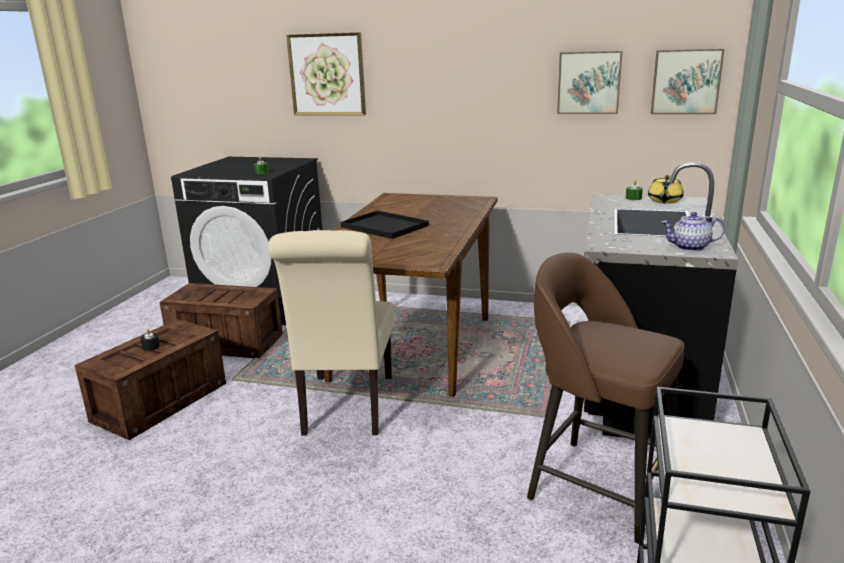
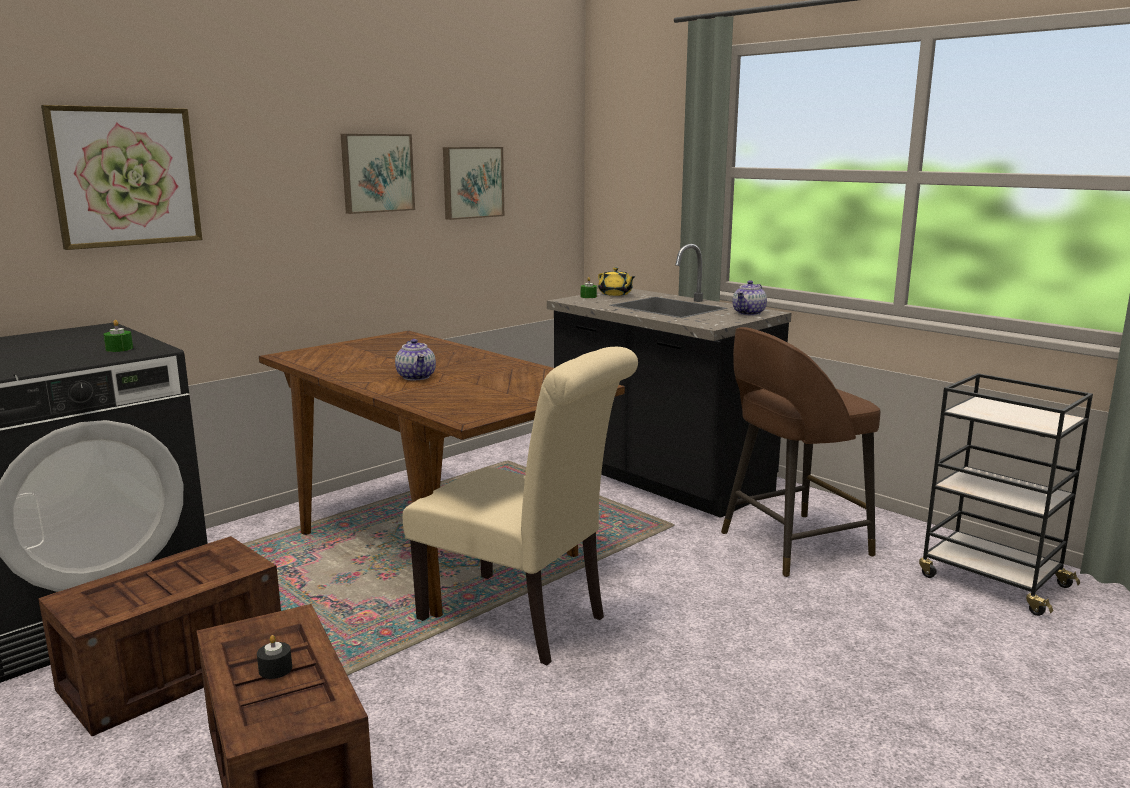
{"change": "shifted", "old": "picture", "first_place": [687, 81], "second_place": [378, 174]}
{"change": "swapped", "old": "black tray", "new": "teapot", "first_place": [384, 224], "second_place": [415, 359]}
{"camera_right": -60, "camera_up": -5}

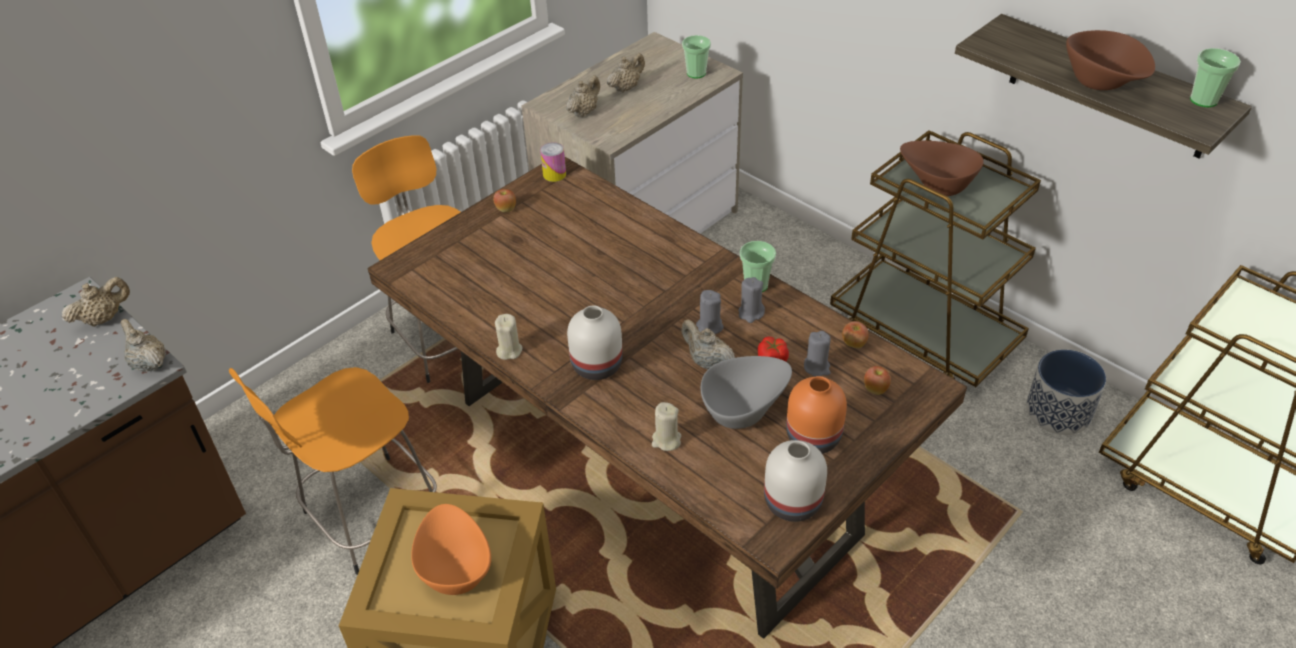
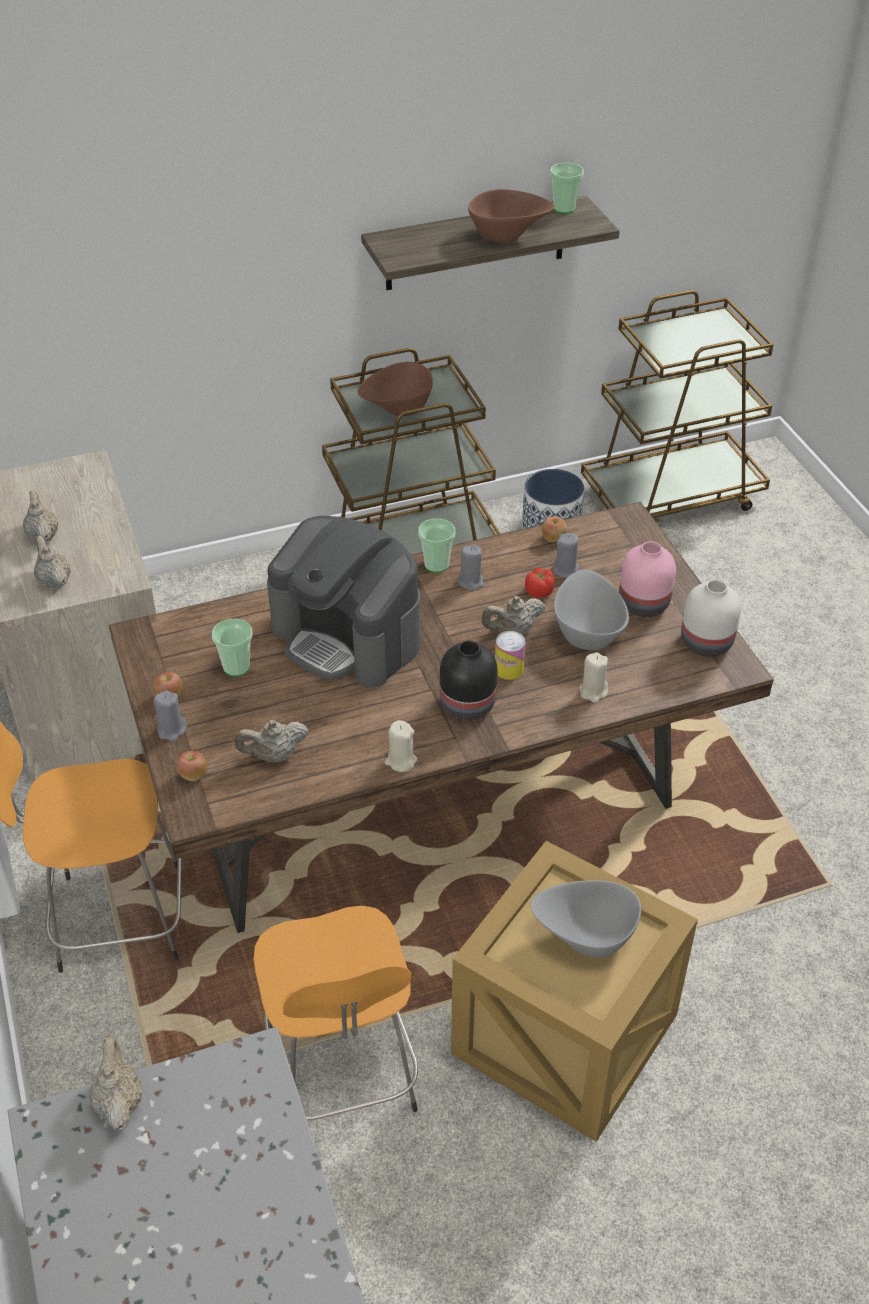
{"change": "shifted", "old": "grey candle", "first_place": [709, 312], "second_place": [170, 716]}
{"change": "shifted", "old": "apple", "first_place": [877, 380], "second_place": [192, 766]}
{"change": "shifted", "old": "cup", "first_place": [696, 57], "second_place": [232, 648]}
{"change": "shifted", "old": "beige teapot", "first_place": [143, 345], "second_place": [271, 741]}
{"change": "new", "new": "coffee machine", "second_place": [344, 601]}
{"change": "repainted", "old": "white vase", "new": "black vase", "first_place": [595, 342], "second_place": [468, 680]}
{"change": "shifted", "old": "can", "first_place": [553, 162], "second_place": [510, 655]}
{"change": "repainted", "old": "orange bowl", "new": "grey bowl", "first_place": [451, 549], "second_place": [586, 919]}
{"change": "repainted", "old": "orange vase", "new": "pink vase", "first_place": [816, 415], "second_place": [647, 579]}
{"camera_right": -65, "camera_up": 0}

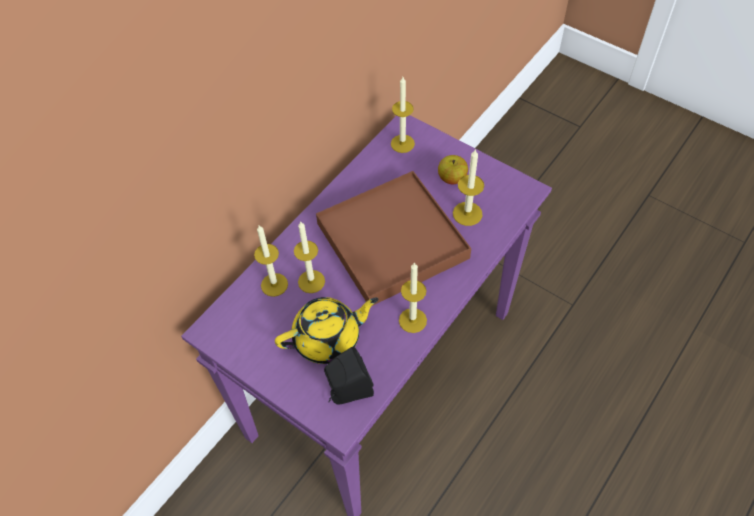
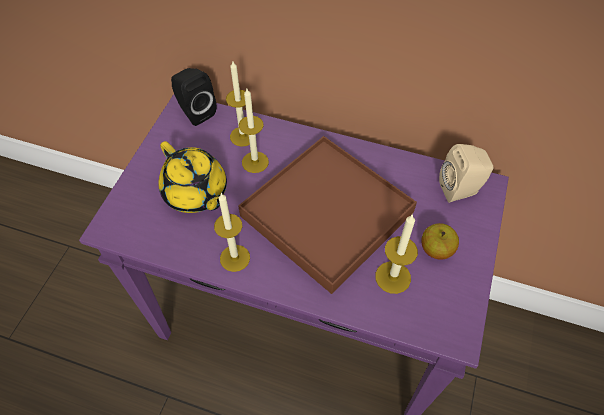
{"change": "shifted", "old": "black speaker", "first_place": [349, 376], "second_place": [193, 97]}
{"change": "swapped", "old": "candle", "new": "beige speaker", "first_place": [403, 115], "second_place": [466, 173]}
{"camera_right": 70, "camera_up": 0}

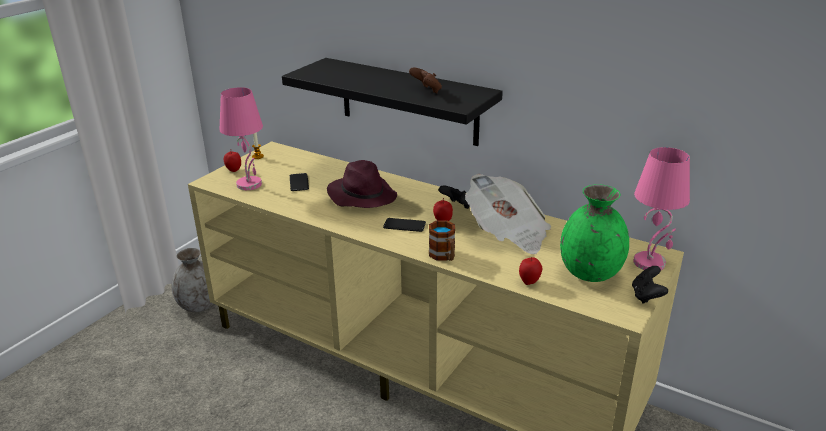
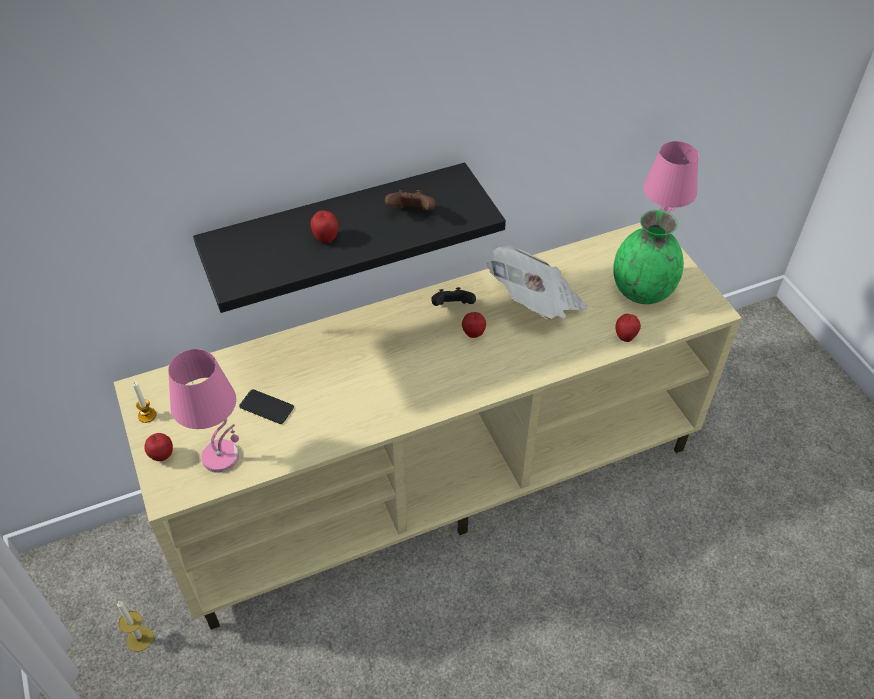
{"change": "swapped", "old": "grey vase", "new": "candle", "first_place": [192, 280], "second_place": [135, 626]}
{"change": "new", "new": "apple", "second_place": [324, 227]}
{"change": "gone", "old": "purple hat", "first_place": [362, 184]}
{"change": "gone", "old": "phone", "first_place": [404, 225]}
{"change": "gone", "old": "mug", "first_place": [442, 240]}
{"change": "gone", "old": "black game controller", "first_place": [650, 284]}
{"camera_right": -55, "camera_up": 20}

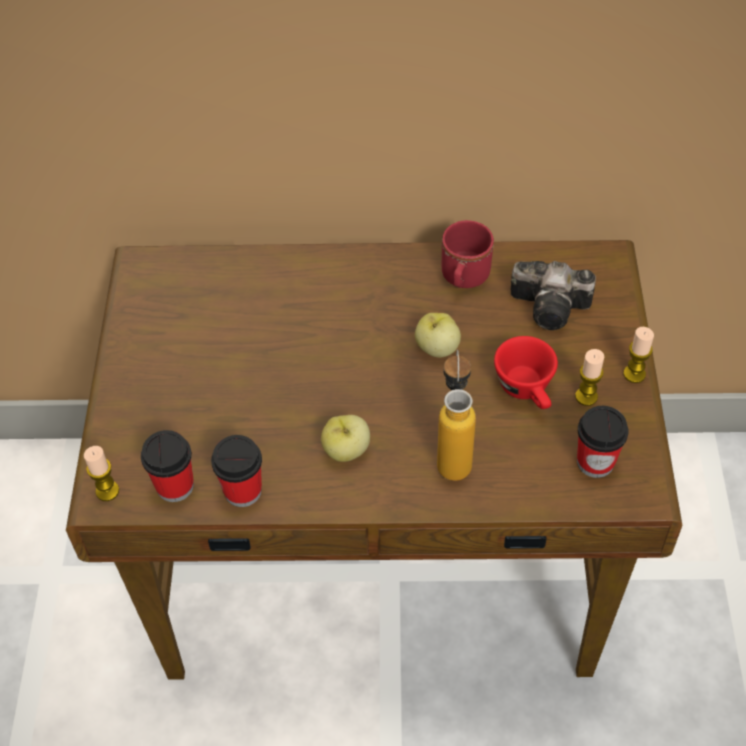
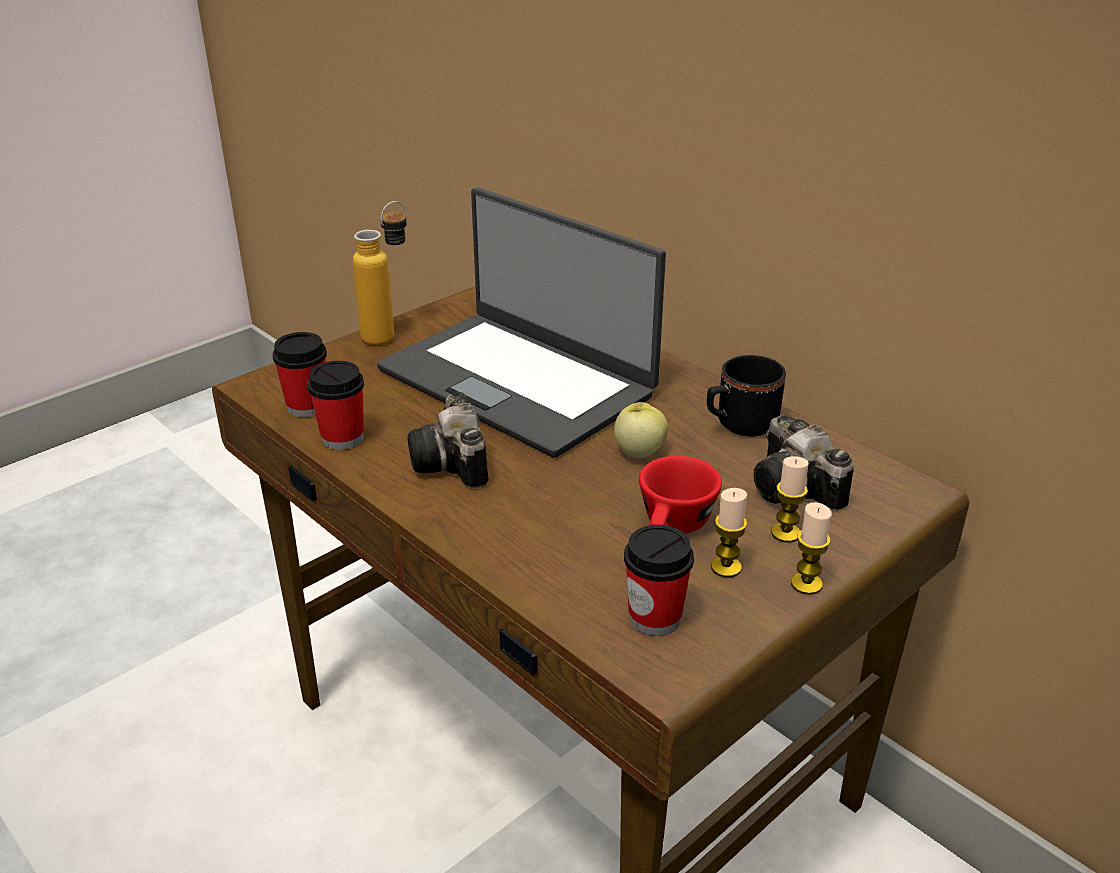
{"change": "shifted", "old": "bottle", "first_place": [456, 415], "second_place": [379, 273]}
{"change": "new", "new": "laptop", "second_place": [521, 322]}
{"change": "swapped", "old": "apple", "new": "photo camera", "first_place": [345, 438], "second_place": [448, 440]}
{"change": "repainted", "old": "red mug", "new": "black mug", "first_place": [468, 254], "second_place": [746, 395]}
{"change": "shifted", "old": "candle", "first_place": [101, 473], "second_place": [790, 499]}
{"camera_right": 45, "camera_up": -20}

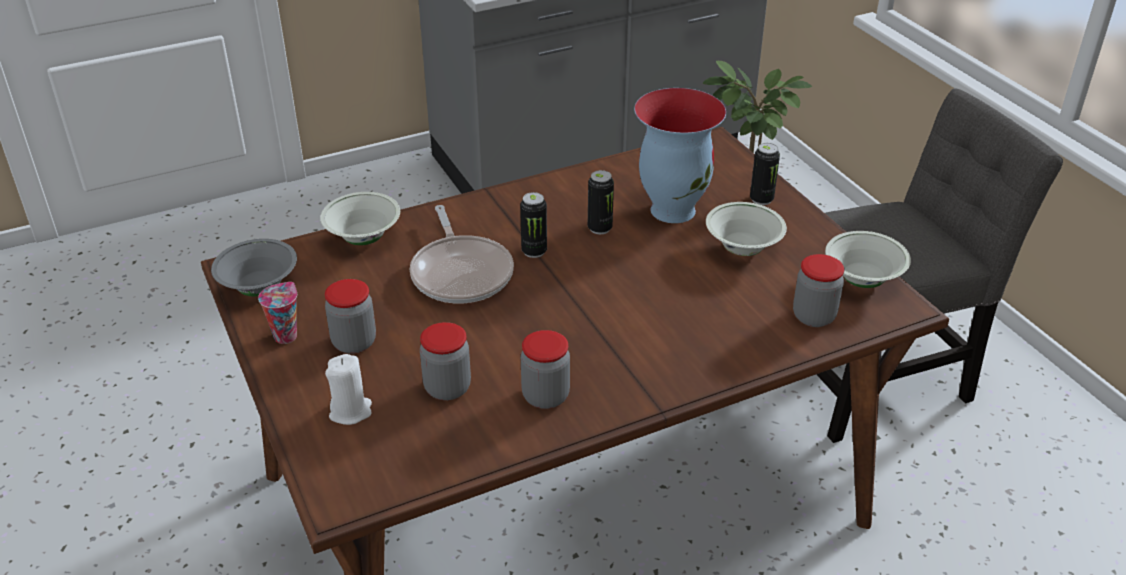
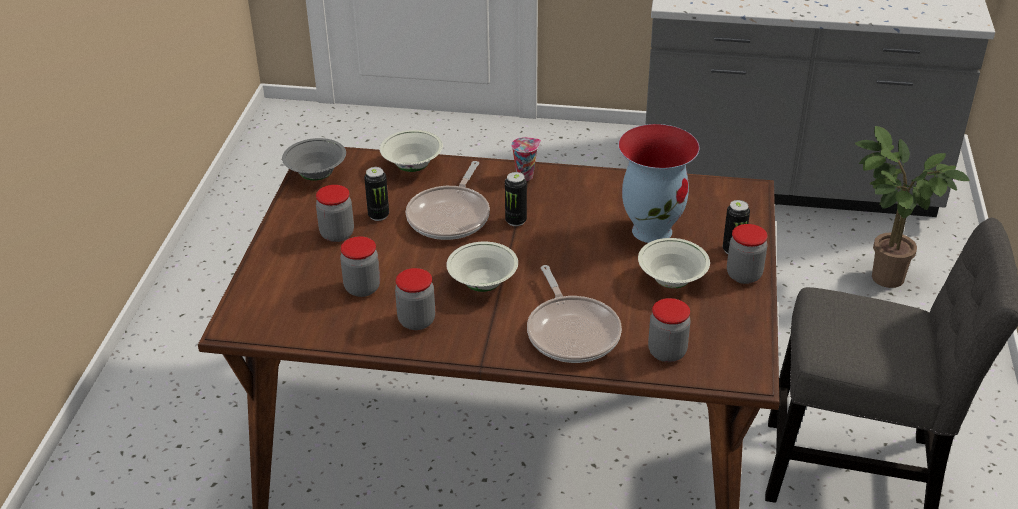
{"change": "shifted", "old": "can", "first_place": [601, 202], "second_place": [376, 194]}
{"change": "shifted", "old": "white bowl", "first_place": [868, 259], "second_place": [482, 267]}
{"change": "shifted", "old": "cup", "first_place": [277, 313], "second_place": [526, 159]}
{"change": "new", "new": "frying pan", "second_place": [574, 314]}
{"change": "new", "new": "jar", "second_place": [747, 254]}
{"change": "gone", "old": "white candle", "first_place": [348, 389]}
{"camera_right": 35, "camera_up": 0}

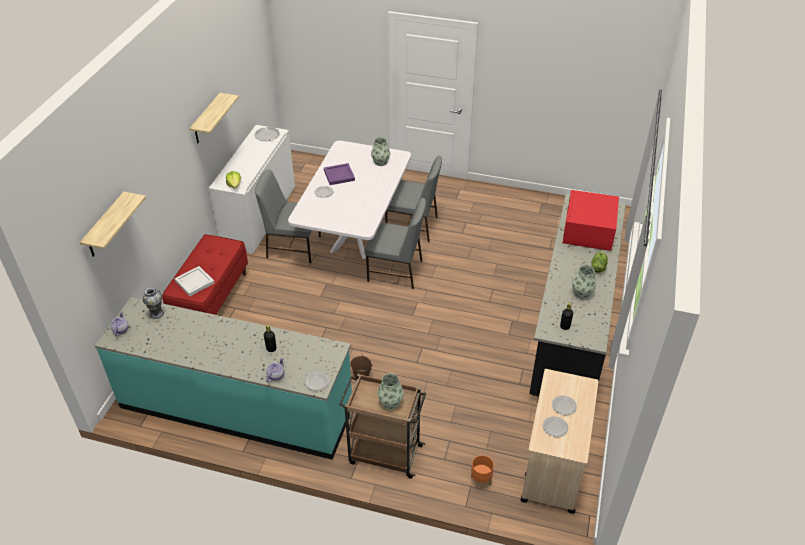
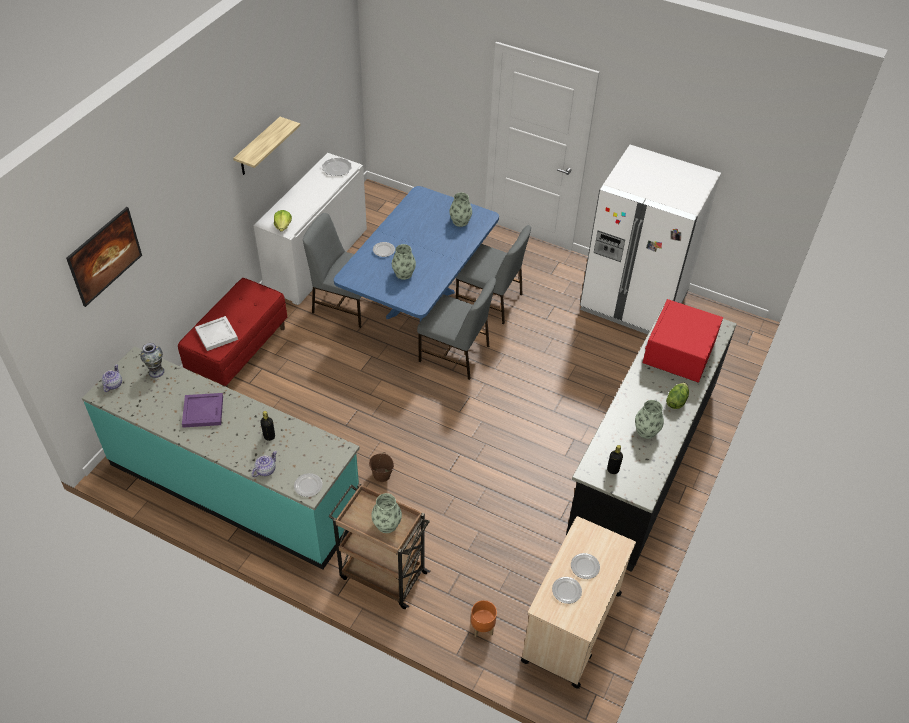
{"change": "swapped", "old": "shelf", "new": "picture", "first_place": [113, 224], "second_place": [104, 257]}
{"change": "shifted", "old": "purple tray", "first_place": [339, 174], "second_place": [202, 410]}
{"change": "repainted", "old": "white dining table", "new": "blue dining table", "first_place": [349, 200], "second_place": [416, 254]}
{"change": "new", "new": "vase", "second_place": [404, 262]}
{"change": "new", "new": "white fridge", "second_place": [650, 240]}
{"camera_right": 10, "camera_up": 5}

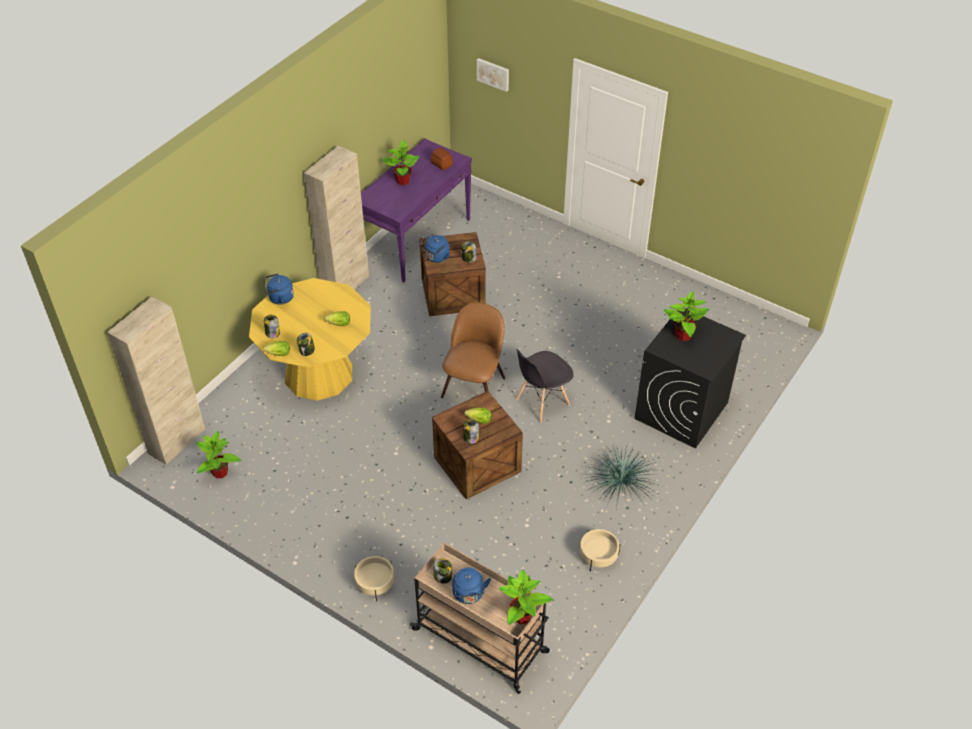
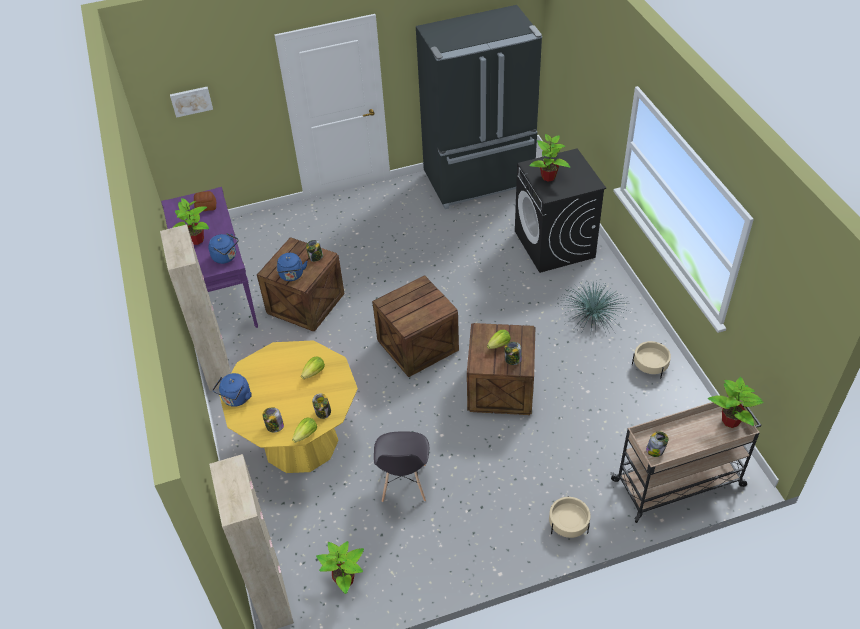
{"change": "shifted", "old": "blue kettle", "first_place": [471, 585], "second_place": [223, 248]}
{"change": "swapped", "old": "brown chair", "new": "crate", "first_place": [473, 350], "second_place": [415, 326]}
{"change": "shifted", "old": "grey chair", "first_place": [544, 386], "second_place": [401, 466]}
{"change": "new", "new": "black fridge", "second_place": [479, 107]}
{"camera_right": -50, "camera_up": 0}

